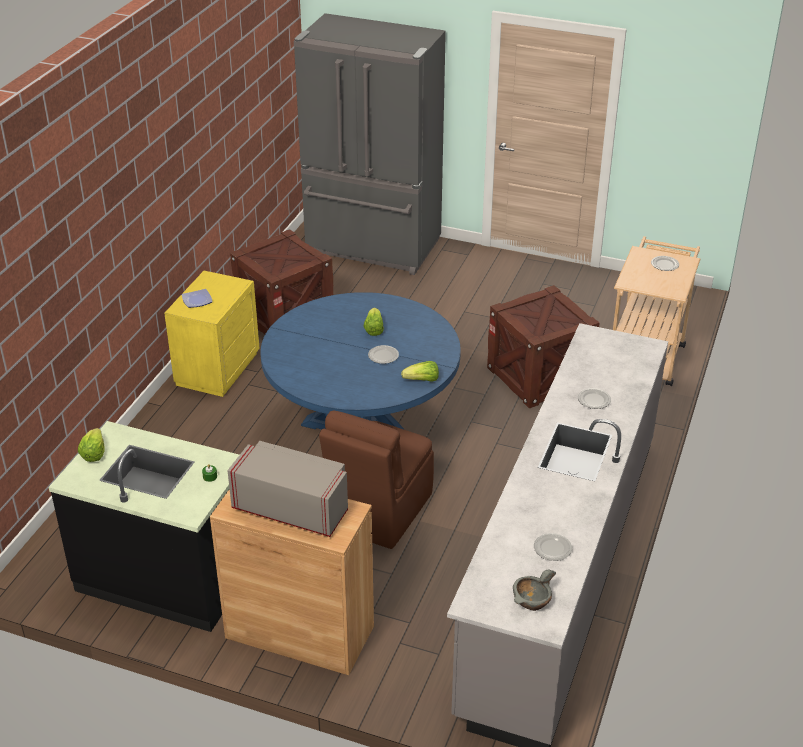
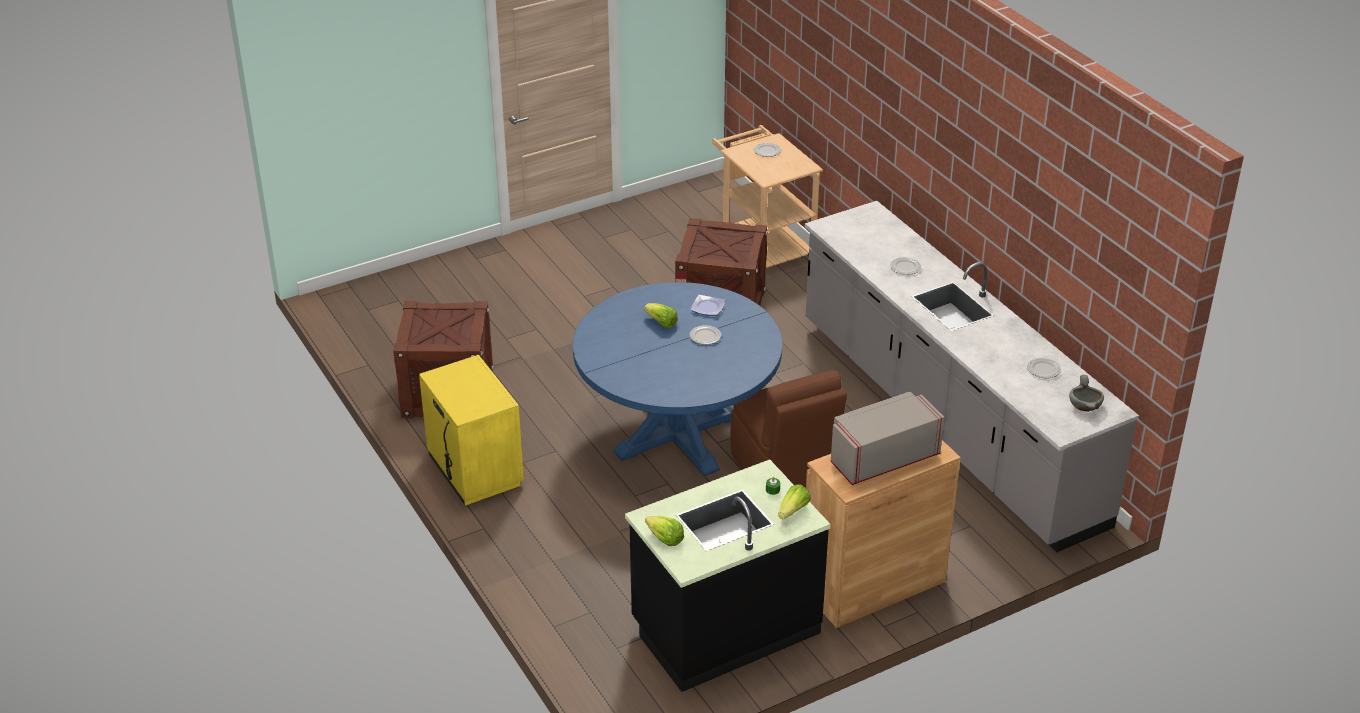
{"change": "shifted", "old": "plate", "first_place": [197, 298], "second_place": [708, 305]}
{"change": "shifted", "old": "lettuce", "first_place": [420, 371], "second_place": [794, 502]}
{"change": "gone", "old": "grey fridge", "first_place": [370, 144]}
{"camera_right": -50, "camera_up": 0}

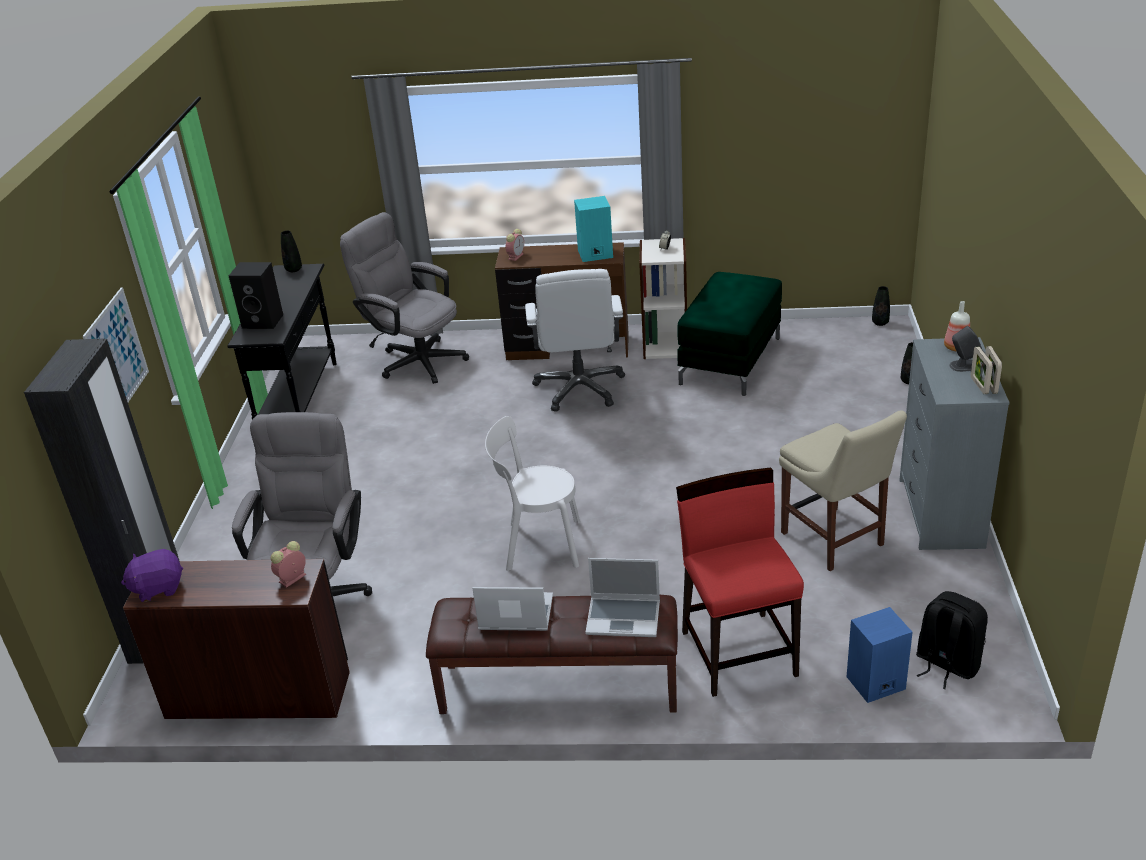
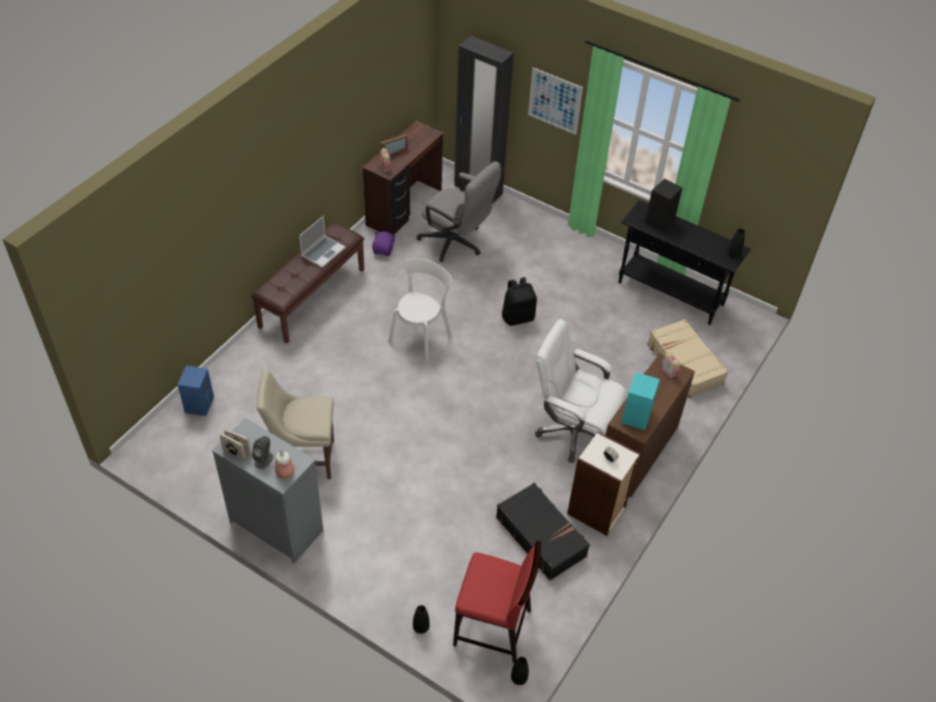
{"change": "shifted", "old": "purple plush toy", "first_place": [152, 575], "second_place": [384, 243]}
{"change": "new", "new": "picture frame", "second_place": [394, 145]}
{"change": "shifted", "old": "red chair", "first_place": [740, 582], "second_place": [497, 602]}
{"change": "swapped", "old": "green ottoman", "new": "black suitcase", "first_place": [729, 334], "second_place": [543, 532]}
{"change": "shifted", "old": "black backpack", "first_place": [952, 640], "second_place": [519, 301]}
{"change": "swapped", "old": "grey office chair", "new": "beige suitcase", "first_place": [404, 298], "second_place": [688, 358]}
{"change": "gone", "old": "laptop", "first_place": [622, 597]}
{"camera_right": 115, "camera_up": 15}

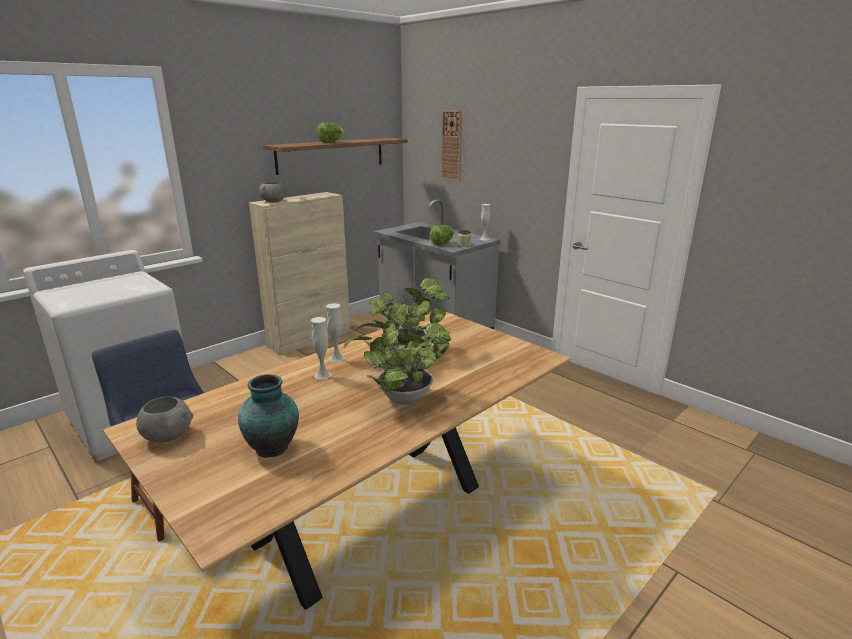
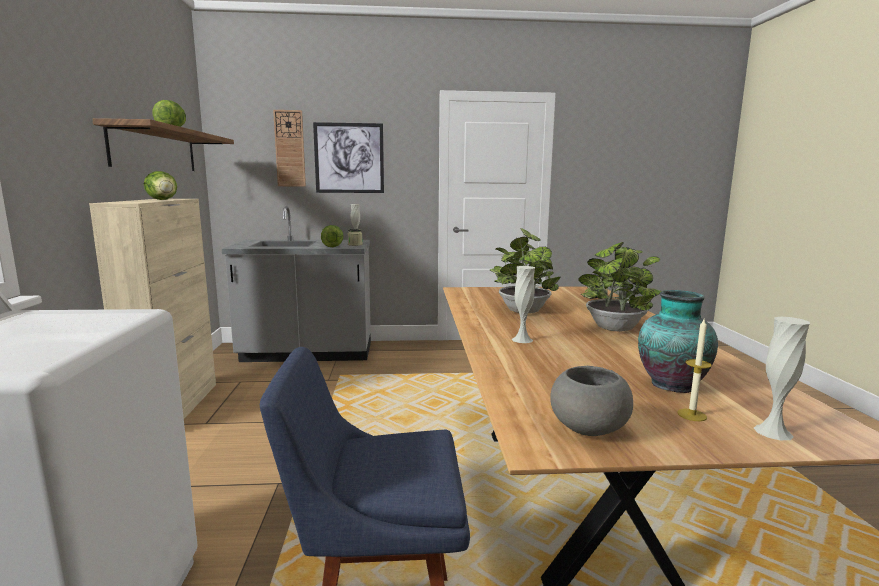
{"change": "new", "new": "lettuce", "second_place": [160, 185]}
{"change": "new", "new": "picture", "second_place": [348, 157]}
{"change": "new", "new": "candle", "second_place": [694, 370]}
{"change": "shifted", "old": "white vase", "first_place": [335, 332], "second_place": [782, 378]}
{"change": "gone", "old": "grey bowl", "first_place": [272, 192]}
{"camera_right": -50, "camera_up": -10}

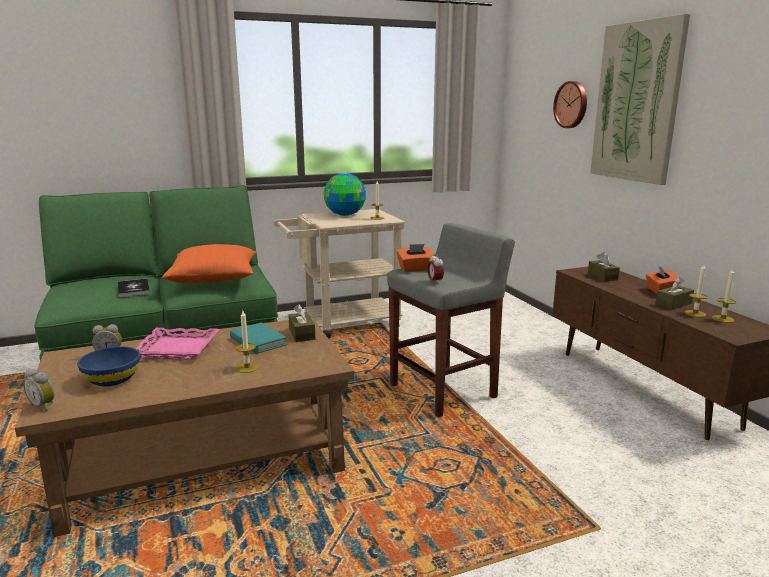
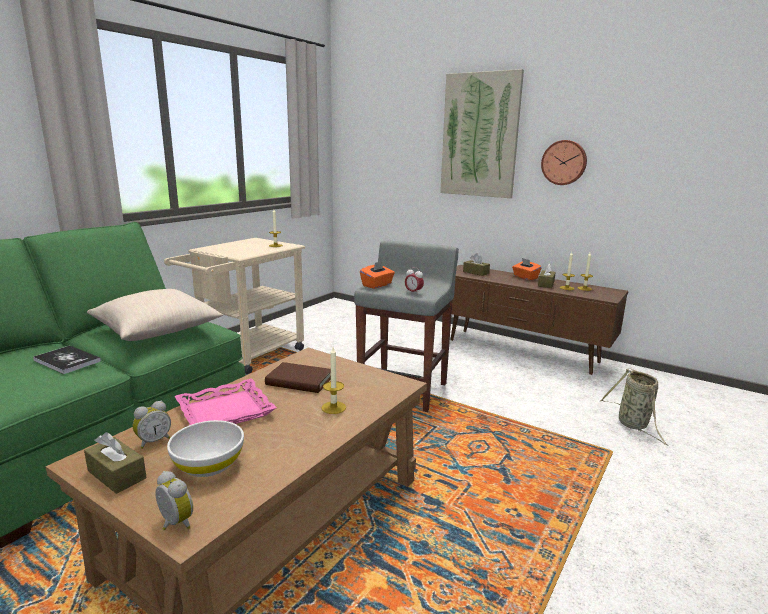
{"change": "shifted", "old": "brown tissue box", "first_place": [302, 323], "second_place": [115, 463]}
{"change": "repainted", "old": "orange pillow", "new": "beige pillow", "first_place": [209, 263], "second_place": [155, 315]}
{"change": "rotated", "old": "alarm clock", "first_place": [38, 390], "second_place": [174, 500], "degrees": -135}
{"change": "repainted", "old": "blue bowl", "new": "white bowl", "first_place": [108, 366], "second_place": [205, 448]}
{"change": "repainted", "old": "turquoise book", "new": "brown book", "first_place": [258, 338], "second_place": [298, 377]}
{"change": "shifted", "old": "wall clock", "first_place": [570, 104], "second_place": [564, 162]}
{"change": "new", "new": "basket", "second_place": [634, 407]}
{"change": "gone", "old": "globe", "first_place": [345, 194]}
{"camera_right": -35, "camera_up": 0}

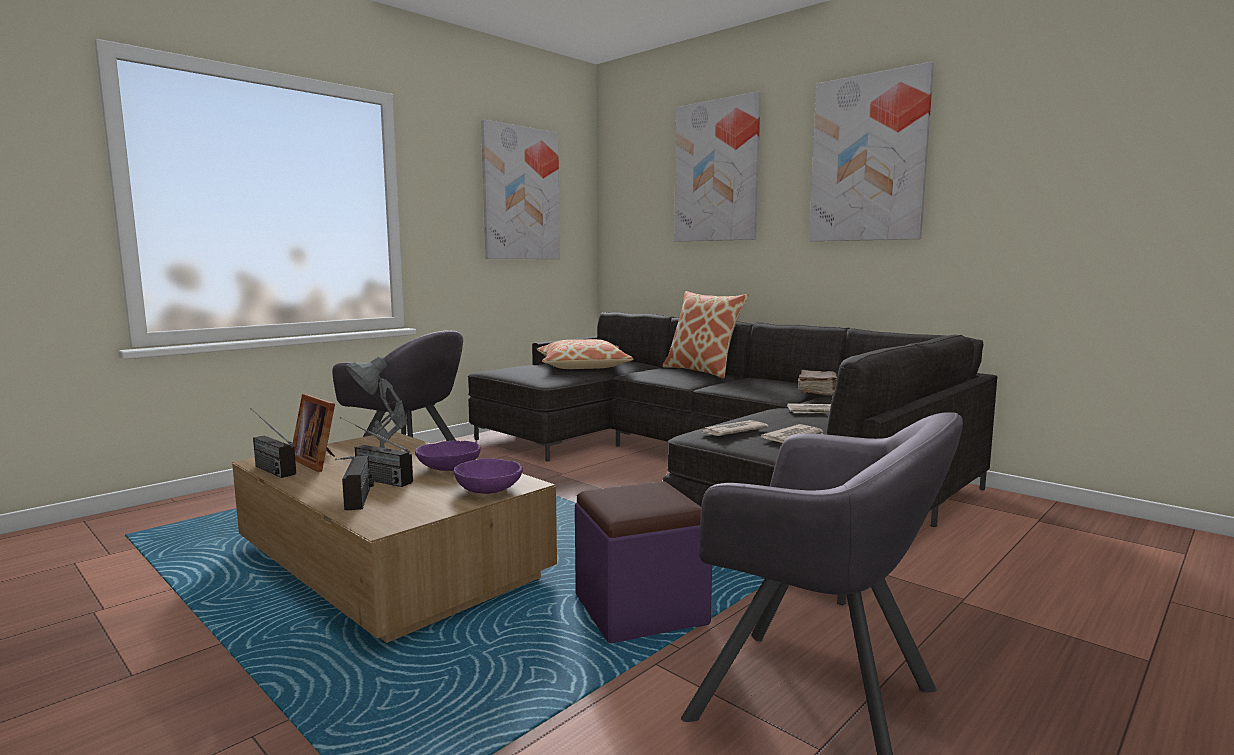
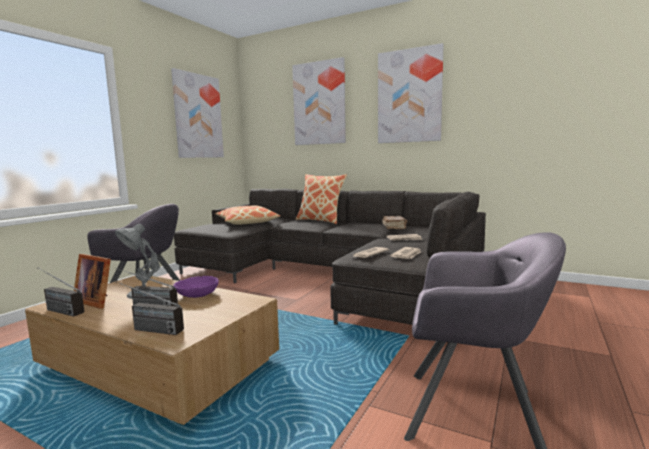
{"change": "rotated", "old": "radio", "first_place": [354, 483], "second_place": [150, 308], "degrees": 135}
{"change": "gone", "old": "purple bowl", "first_place": [488, 476]}
{"change": "gone", "old": "purple ottoman", "first_place": [643, 562]}
{"camera_right": -15, "camera_up": 0}

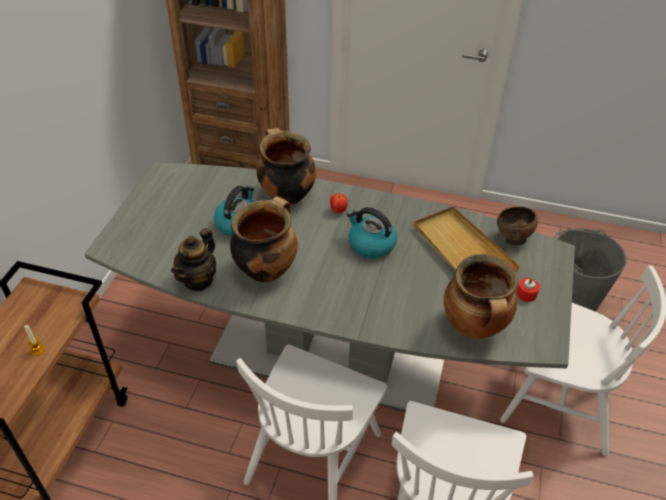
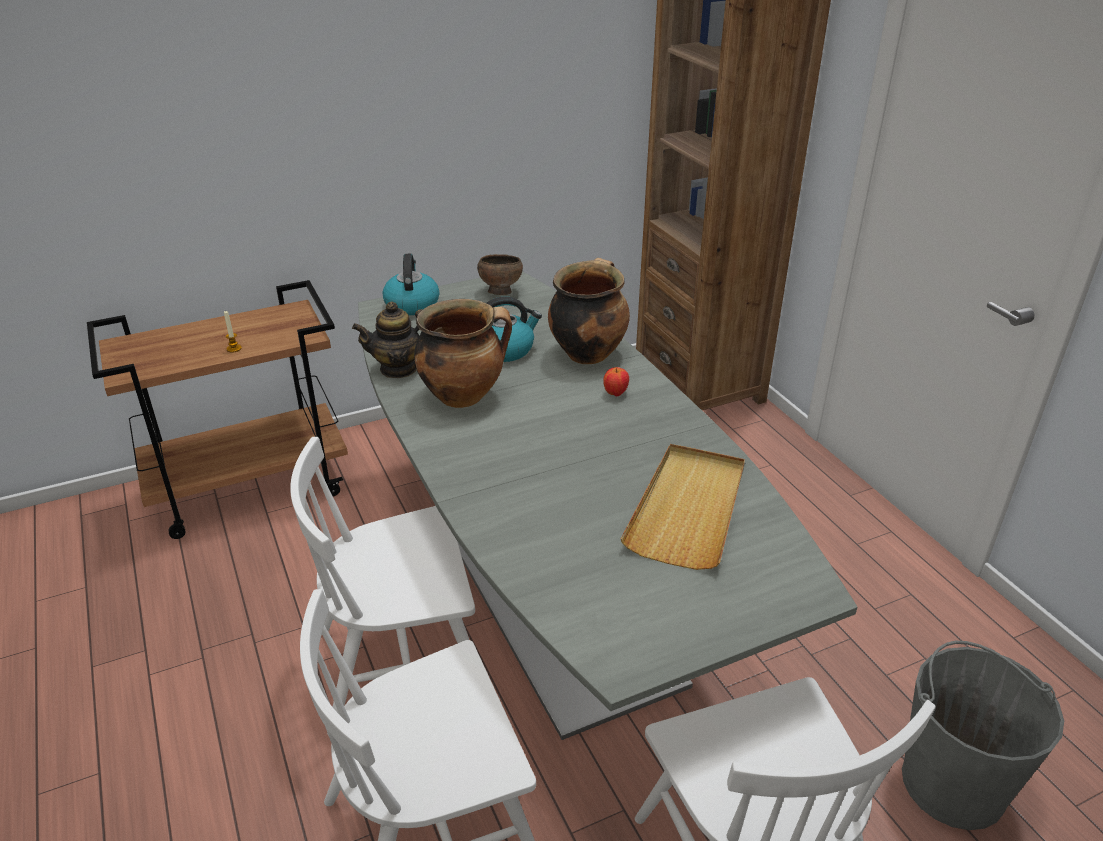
{"change": "shifted", "old": "kettle", "first_place": [372, 232], "second_place": [411, 284]}
{"change": "shifted", "old": "brown bowl", "first_place": [517, 226], "second_place": [500, 274]}
{"change": "gone", "old": "cooking pot", "first_place": [481, 296]}
{"change": "gone", "old": "red candle", "first_place": [528, 289]}
{"camera_right": 50, "camera_up": -10}

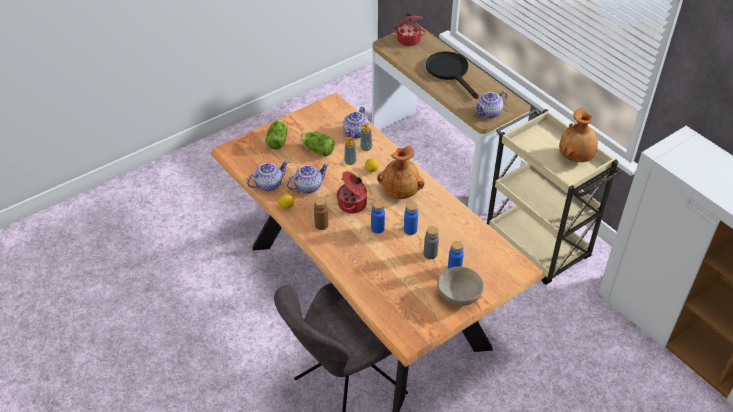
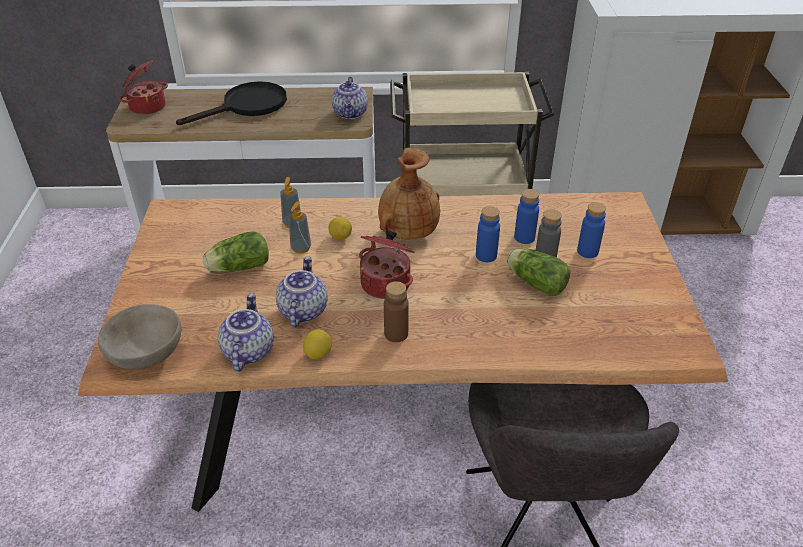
{"change": "shifted", "old": "beige bowl", "first_place": [460, 286], "second_place": [139, 336]}
{"change": "rotated", "old": "black frying pan", "first_place": [452, 75], "second_place": [231, 103], "degrees": 135}
{"change": "shifted", "old": "lettuce", "first_place": [276, 135], "second_place": [539, 272]}
{"change": "shifted", "old": "blue bottle", "first_place": [378, 217], "second_place": [526, 216]}
{"change": "gone", "old": "teapot", "first_place": [356, 123]}
{"change": "gone", "old": "brown vase", "first_place": [578, 135]}
{"camera_right": -55, "camera_up": -5}

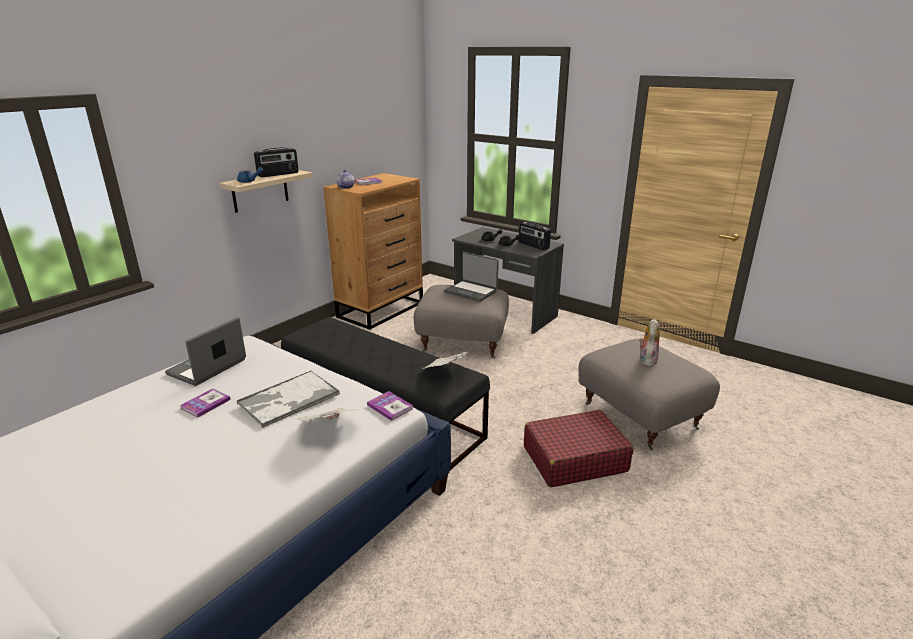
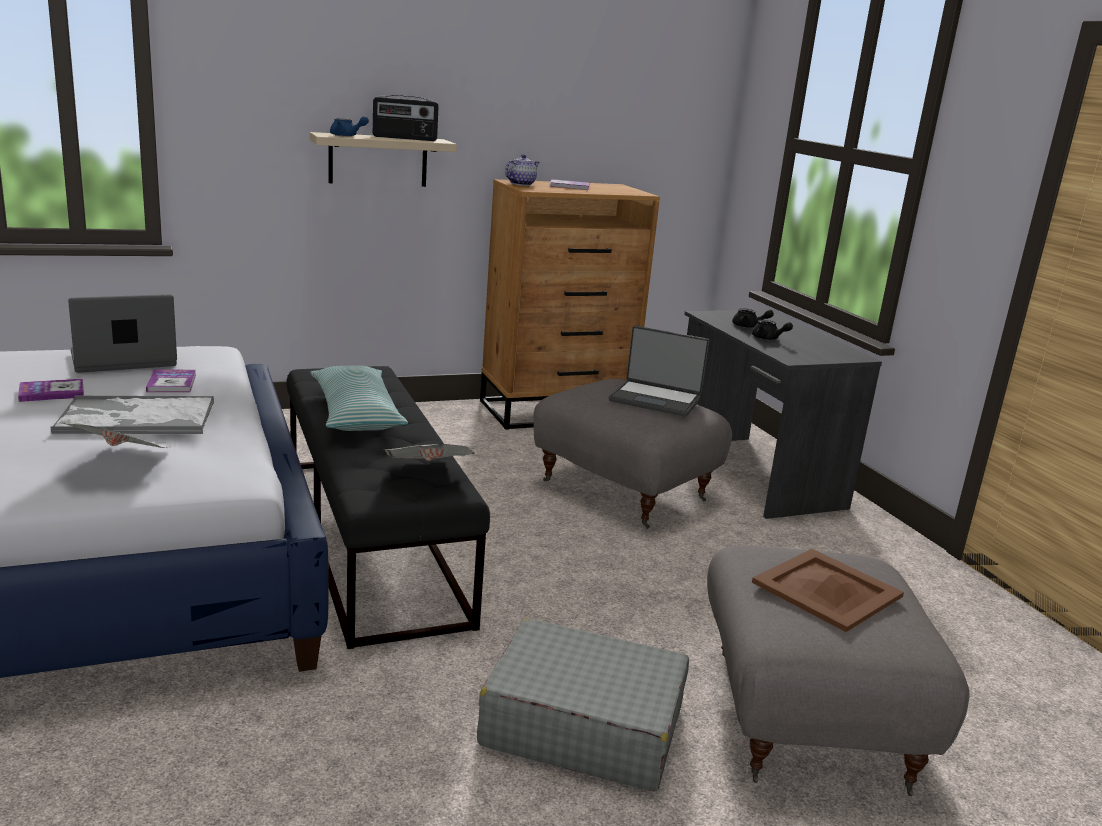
{"change": "shifted", "old": "book", "first_place": [390, 406], "second_place": [171, 380]}
{"change": "new", "new": "pillow", "second_place": [359, 398]}
{"change": "repainted", "old": "red suitcase", "new": "grey suitcase", "first_place": [579, 448], "second_place": [583, 705]}
{"change": "rotated", "old": "laptop", "first_place": [472, 277], "second_place": [659, 371], "degrees": -45}
{"change": "swapped", "old": "plush toy", "new": "brown tray", "first_place": [649, 342], "second_place": [828, 590]}
{"change": "gone", "old": "radio", "first_place": [535, 236]}
{"camera_right": 30, "camera_up": -5}

